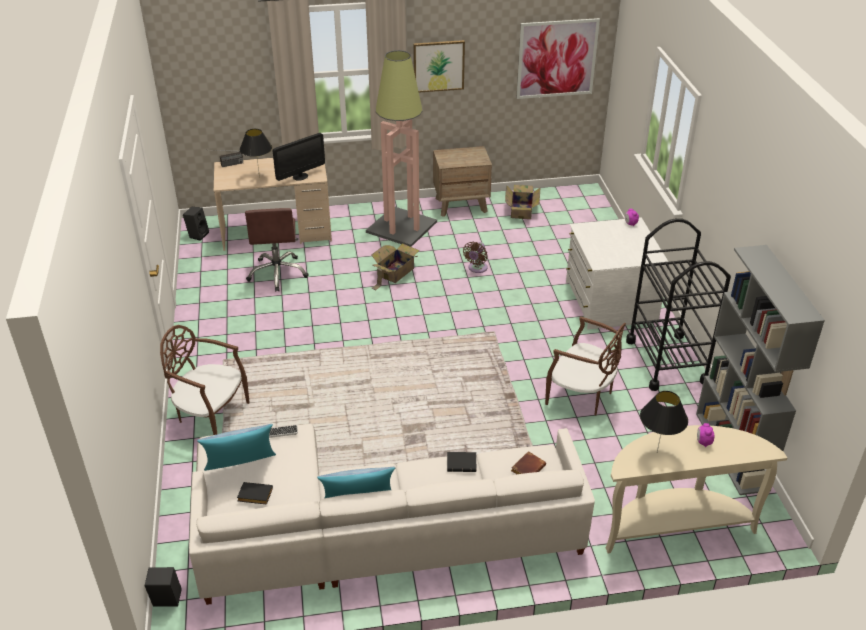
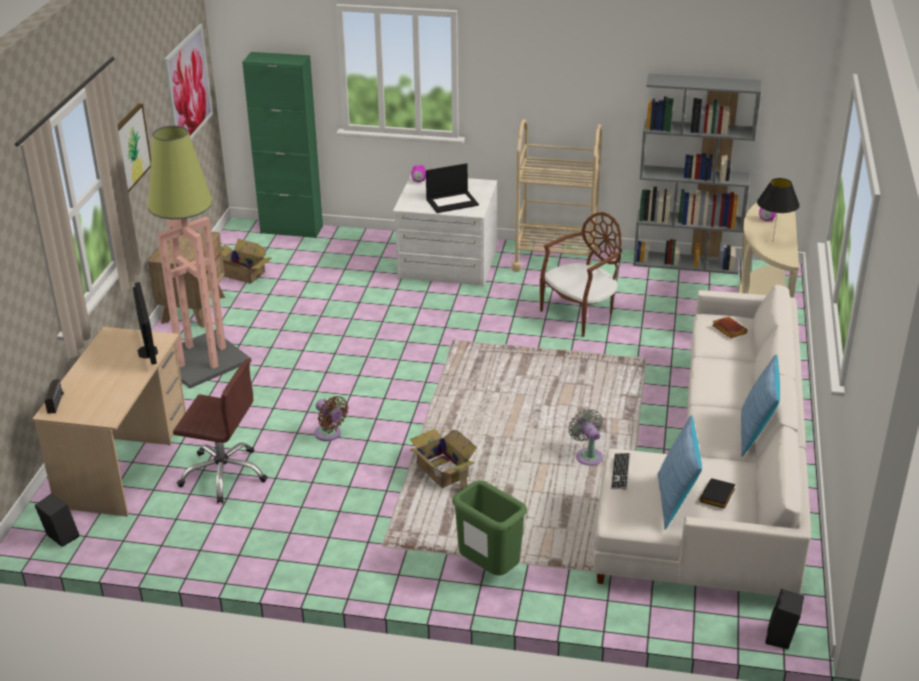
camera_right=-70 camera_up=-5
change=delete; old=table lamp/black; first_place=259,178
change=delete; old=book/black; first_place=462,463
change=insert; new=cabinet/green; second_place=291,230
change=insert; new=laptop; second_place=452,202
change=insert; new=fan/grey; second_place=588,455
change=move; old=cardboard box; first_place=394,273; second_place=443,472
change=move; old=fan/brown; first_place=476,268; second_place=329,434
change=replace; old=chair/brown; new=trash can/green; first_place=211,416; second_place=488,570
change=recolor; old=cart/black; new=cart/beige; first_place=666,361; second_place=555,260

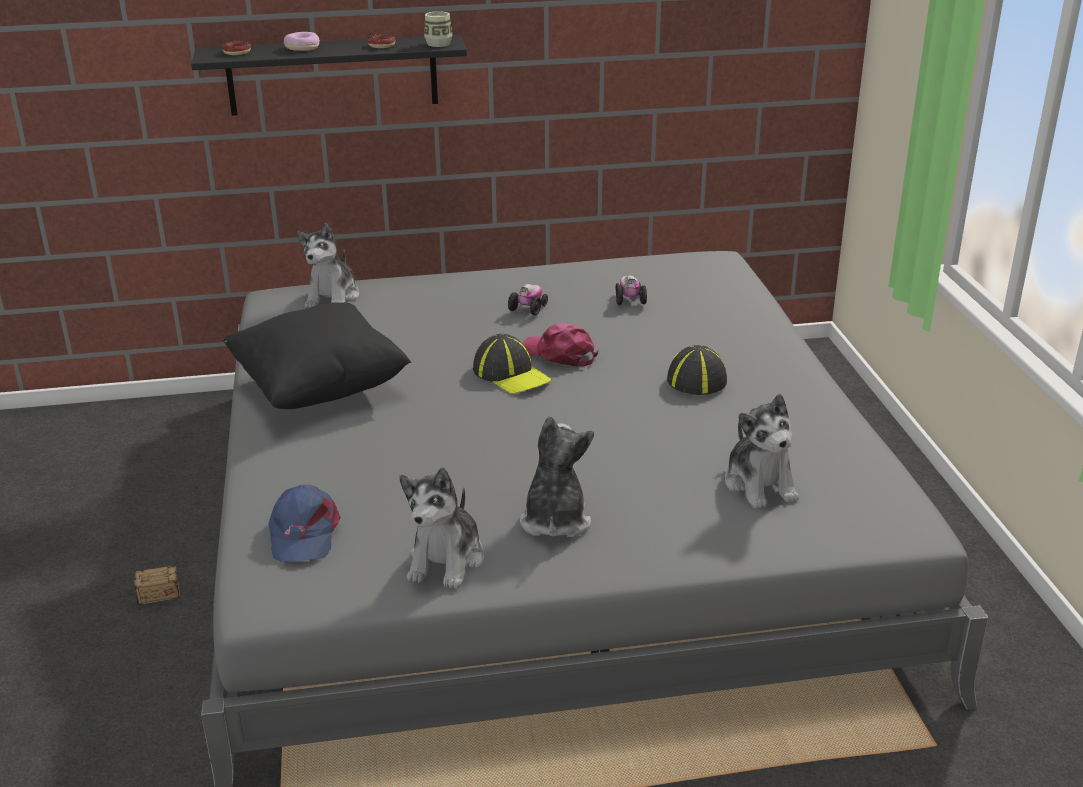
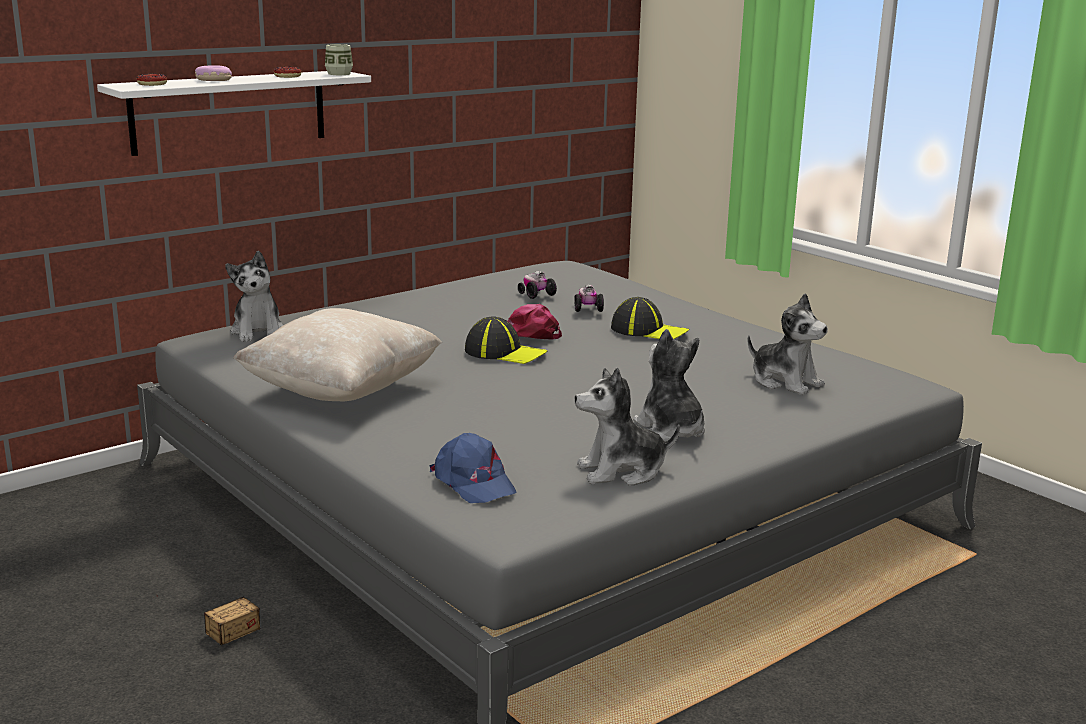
camera_right=-30 camera_up=-10
change=move; old=toy car; first_place=529,309; second_place=587,309
change=recolor; old=shelf/black; new=shelf/white; first_place=332,75; second_place=229,111
change=recolor; old=pillow/black; new=pillow/beige; first_place=320,389; second_place=342,391
change=rotate; old=plush toy; first_place=446,560; second_place=621,471; degrees=90
change=rotate; old=cap; first_place=696,374; second_place=648,331; degrees=135

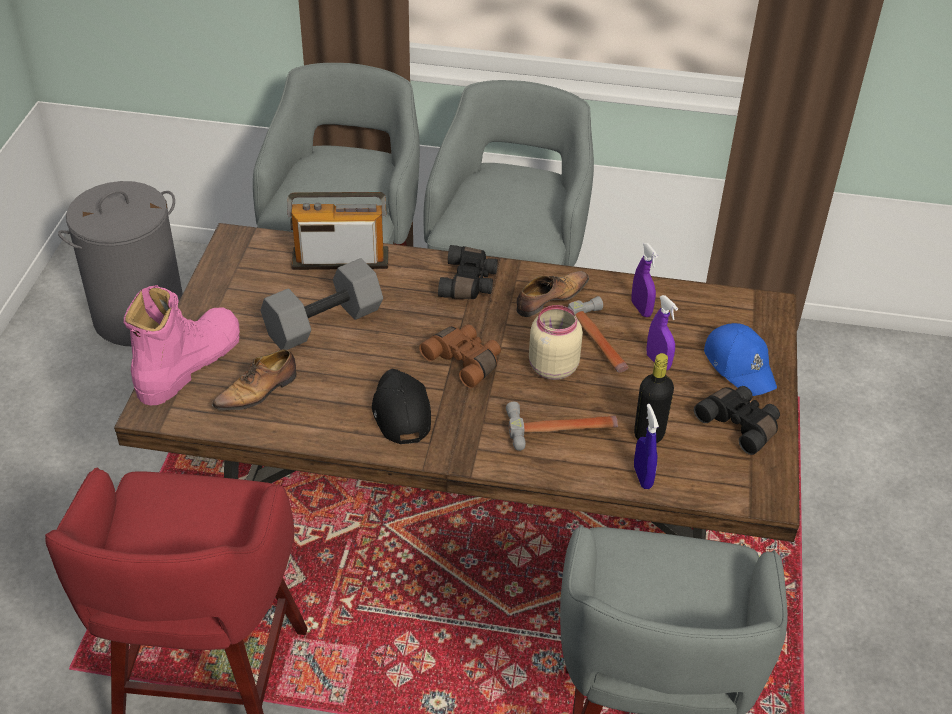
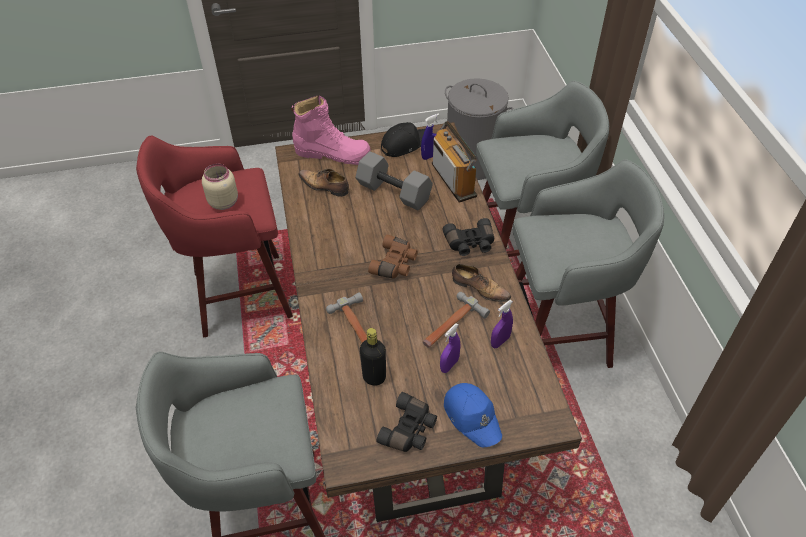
camera_right=70 camera_up=5
change=move; old=cap/black; first_place=400,411; second_place=404,144
change=move; old=jar/beige; first_place=551,367; second_place=223,201
change=move; old=spray bottle/blue; first_place=642,477; second_place=430,156
change=rotate; old=cap/blue; first_place=740,366; second_place=472,416; degrees=-75

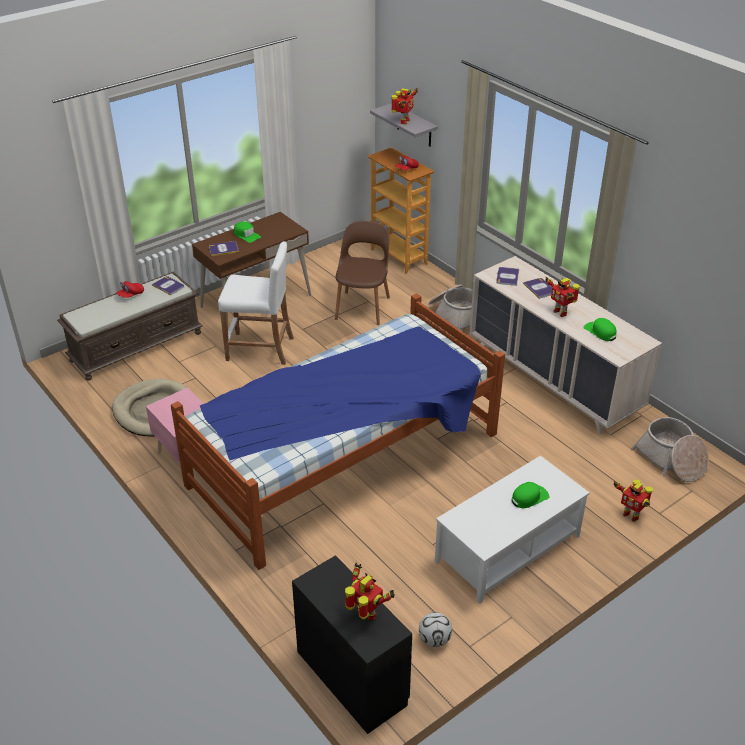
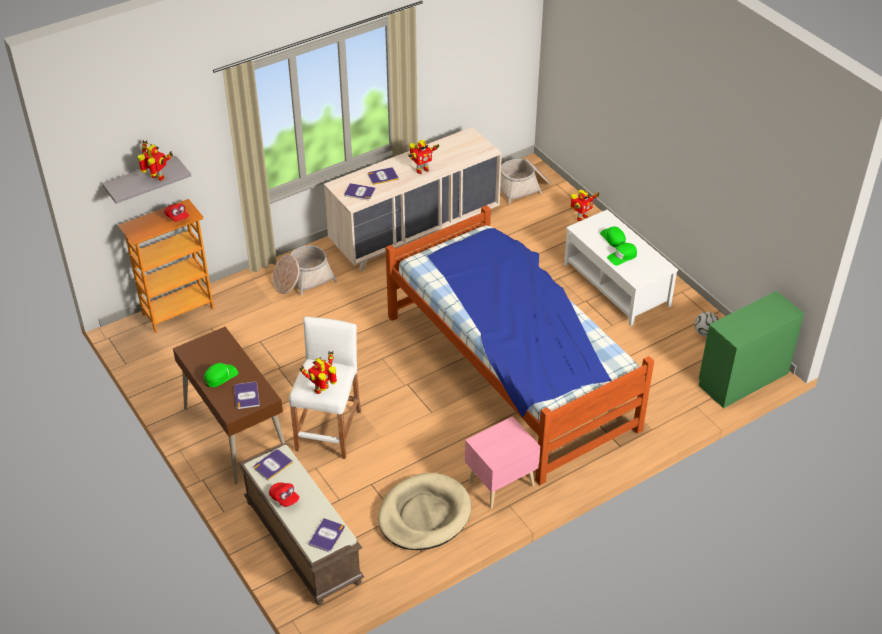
camera_right=-85 camera_up=5
change=delete; old=chair/brown; first_place=363,307
change=insert; new=book; second_place=327,535
change=move; old=toy robot; first_place=366,615; second_place=322,389
change=move; old=cap/green; first_place=600,332; second_place=622,256
change=recolor; old=dresser/black; new=dresser/green; first_place=352,676; second_place=742,378

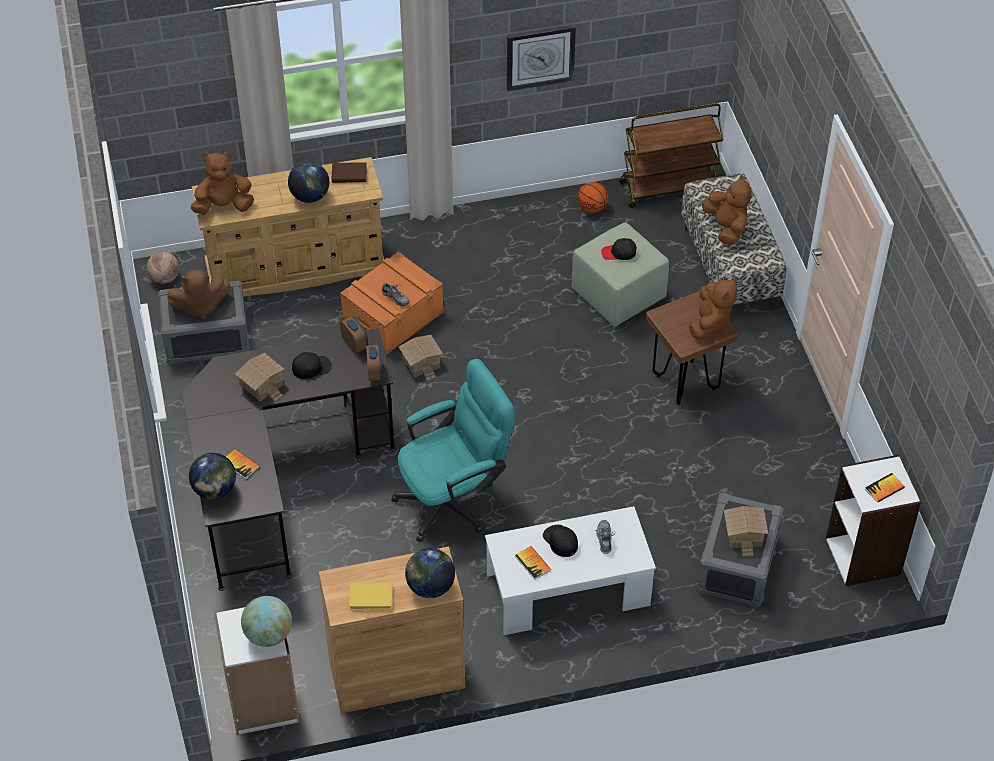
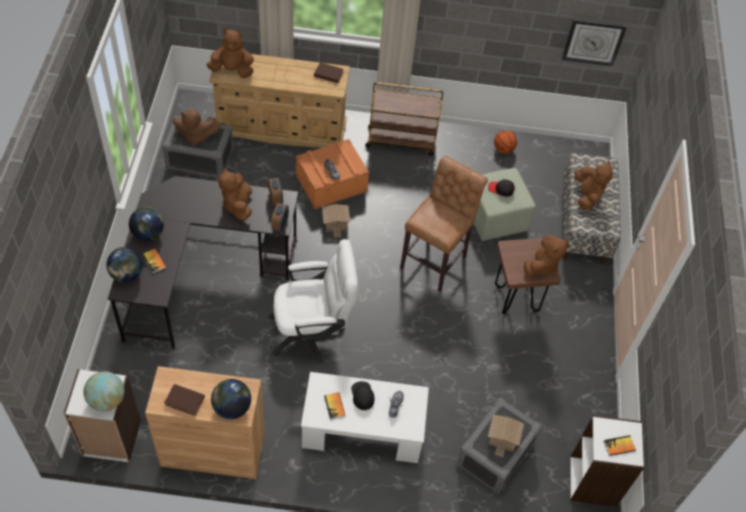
camera_right=15 camera_up=5
change=delete; old=basketball; first_place=165,278
change=delete; old=toy house; first_place=262,384
change=insert; new=stool/brown; second_place=435,260
change=move; old=globe; first_place=310,197; second_place=148,234
change=move; old=wall clock; first_place=540,57; second_place=593,41
change=move; old=cart/brown; first_place=669,187; second_place=401,141
change=replace; old=cap/black; new=plush toy/brown; first_place=311,367; second_place=238,205
change=recolor; old=book/yellow; new=book/brown; first_place=370,597; second_place=184,400
change=recolor; old=office chair/turquoise; new=office chair/white; first_place=454,500; second_place=313,332

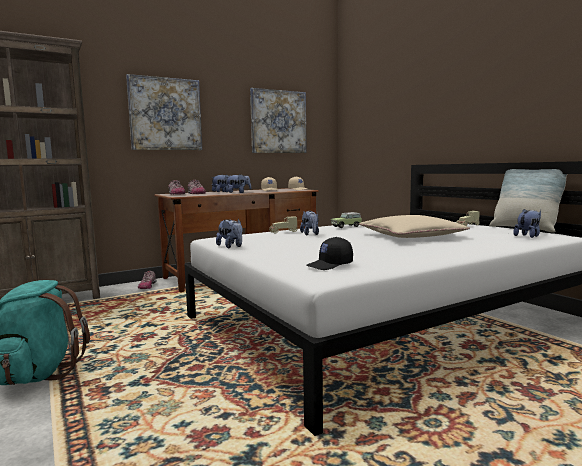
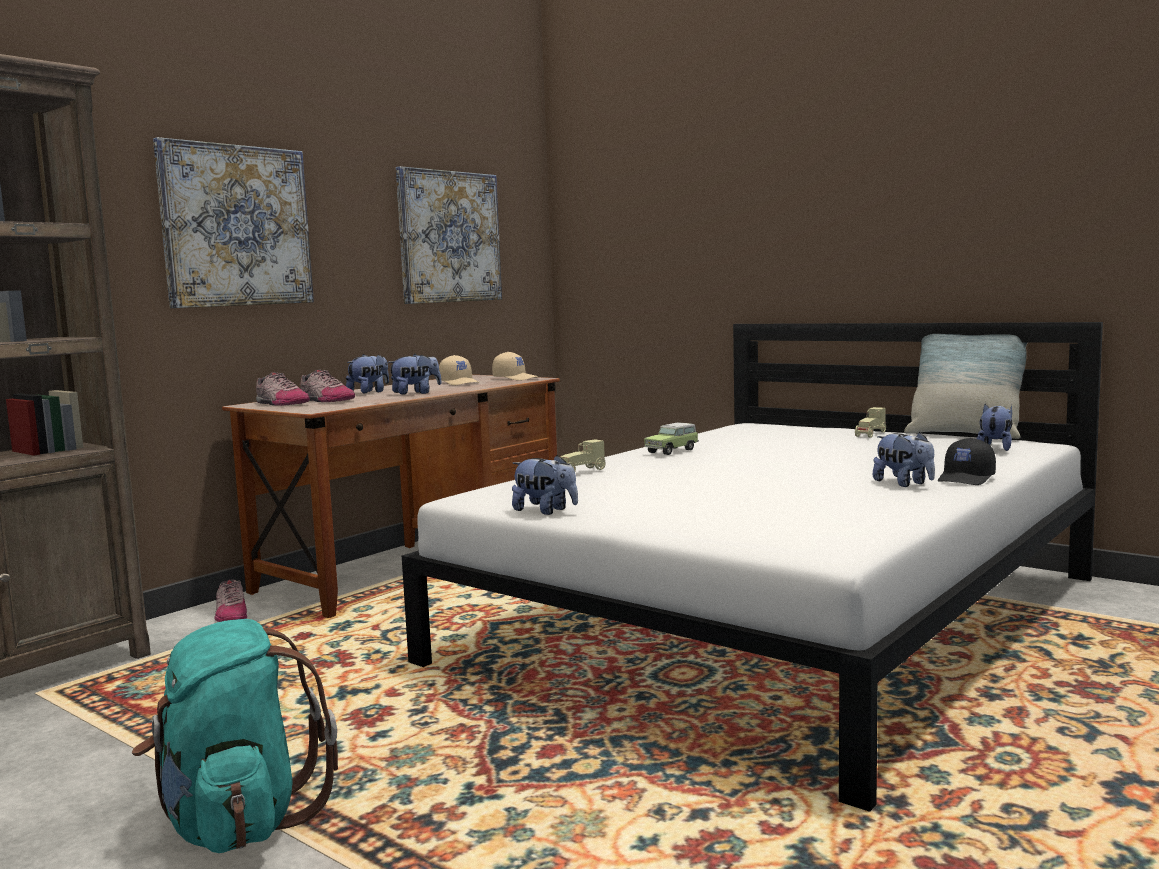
camera_right=-20 camera_up=0
change=delete; old=pillow/beige; first_place=411,236
change=move; old=plush toy; first_place=310,234; second_place=904,484
change=move; old=cap/black; first_place=330,265; second_place=967,479

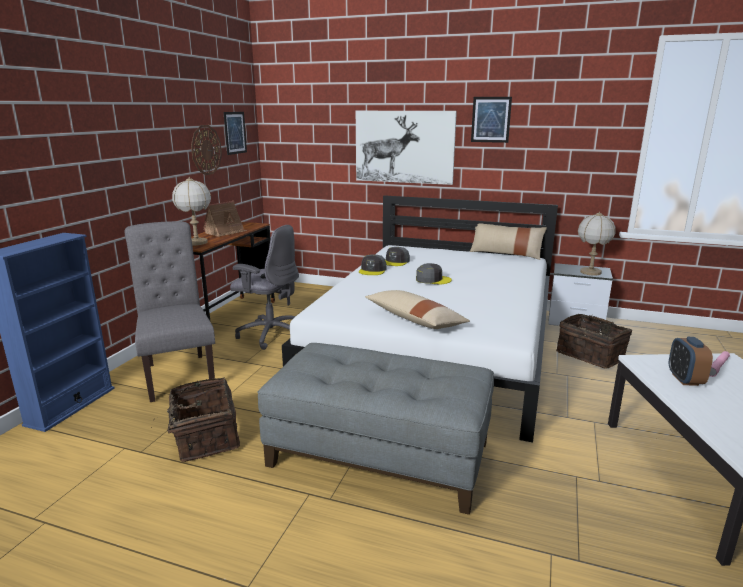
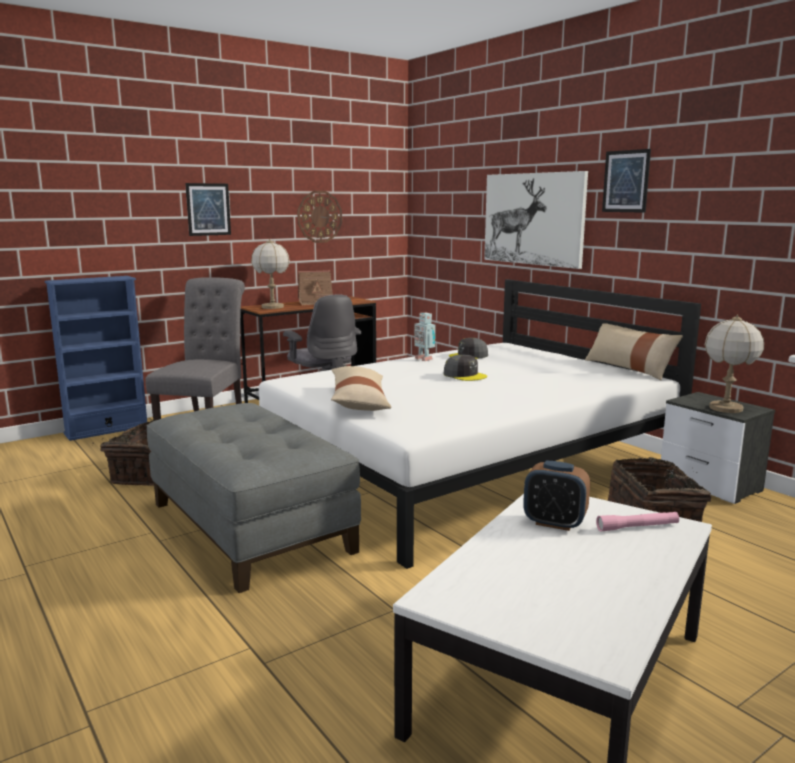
camera_right=35 camera_up=-5
change=move; old=picture; first_place=235,133; second_place=208,209
change=replace; old=cap/grey; new=toy robot; first_place=372,270; second_place=424,359
change=rotate; old=alarm clock; first_place=685,379; second_place=554,523; degrees=-105

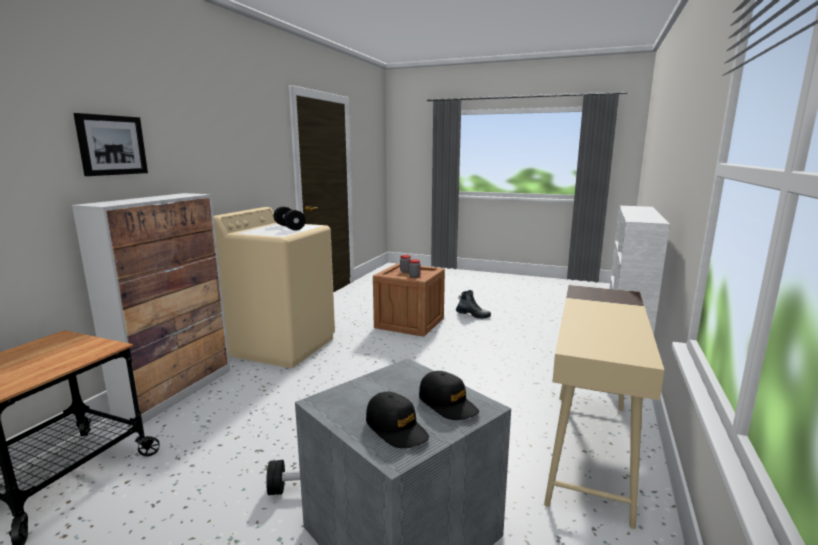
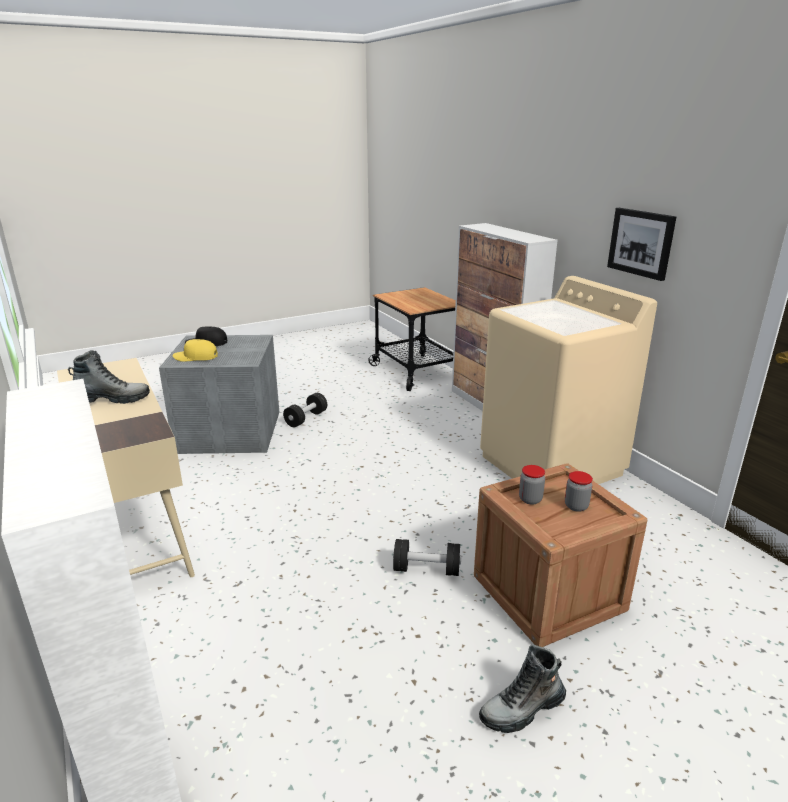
camera_right=130 camera_up=10
change=insert; new=boot; second_place=111,400
change=move; old=picture; first_place=111,145; second_place=641,243
change=move; old=dumbbell/black; first_place=289,227; second_place=426,569
change=recolor; old=cap/black; new=cap/yellow; first_place=448,404; second_place=196,357

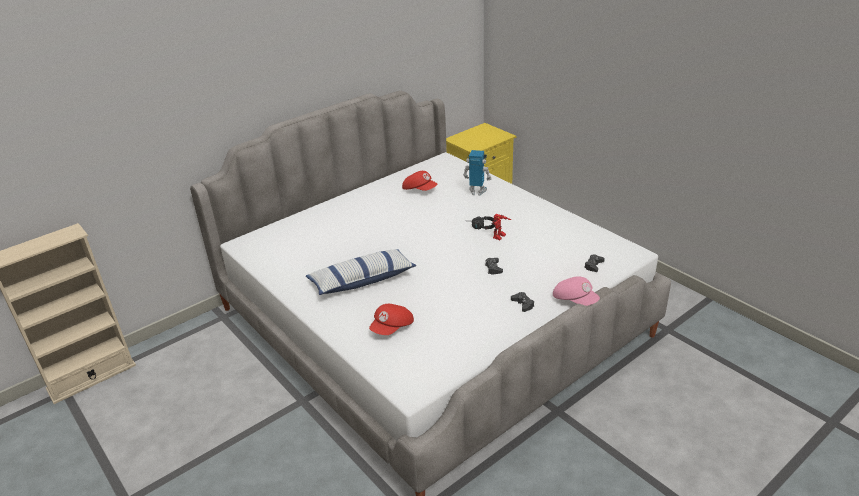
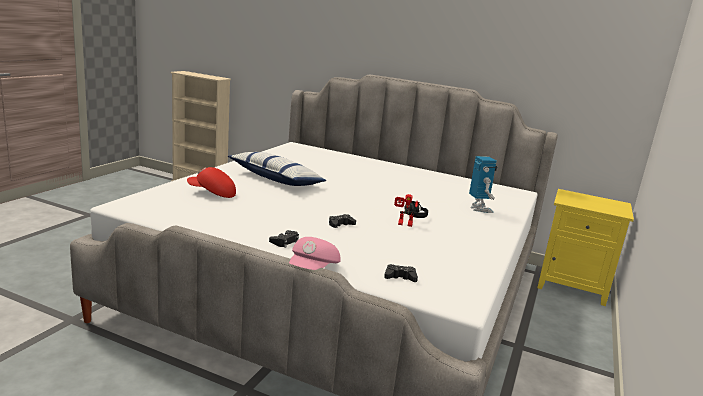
camera_right=60 camera_up=-15
change=delete; old=cap/red; first_place=420,189

